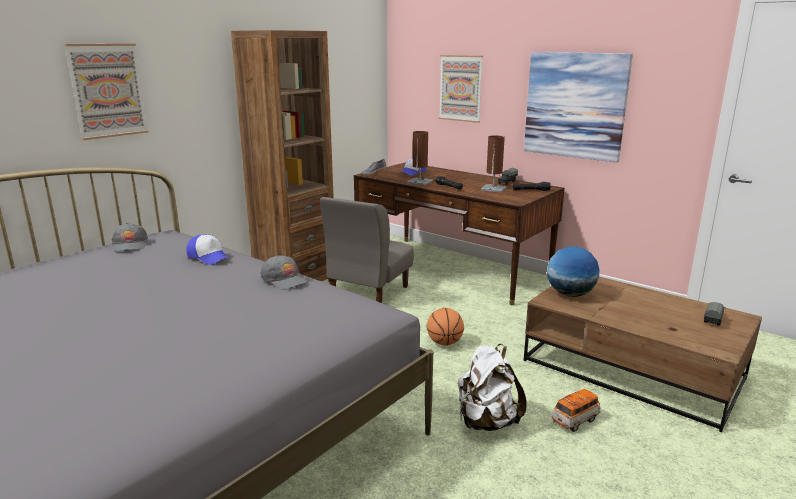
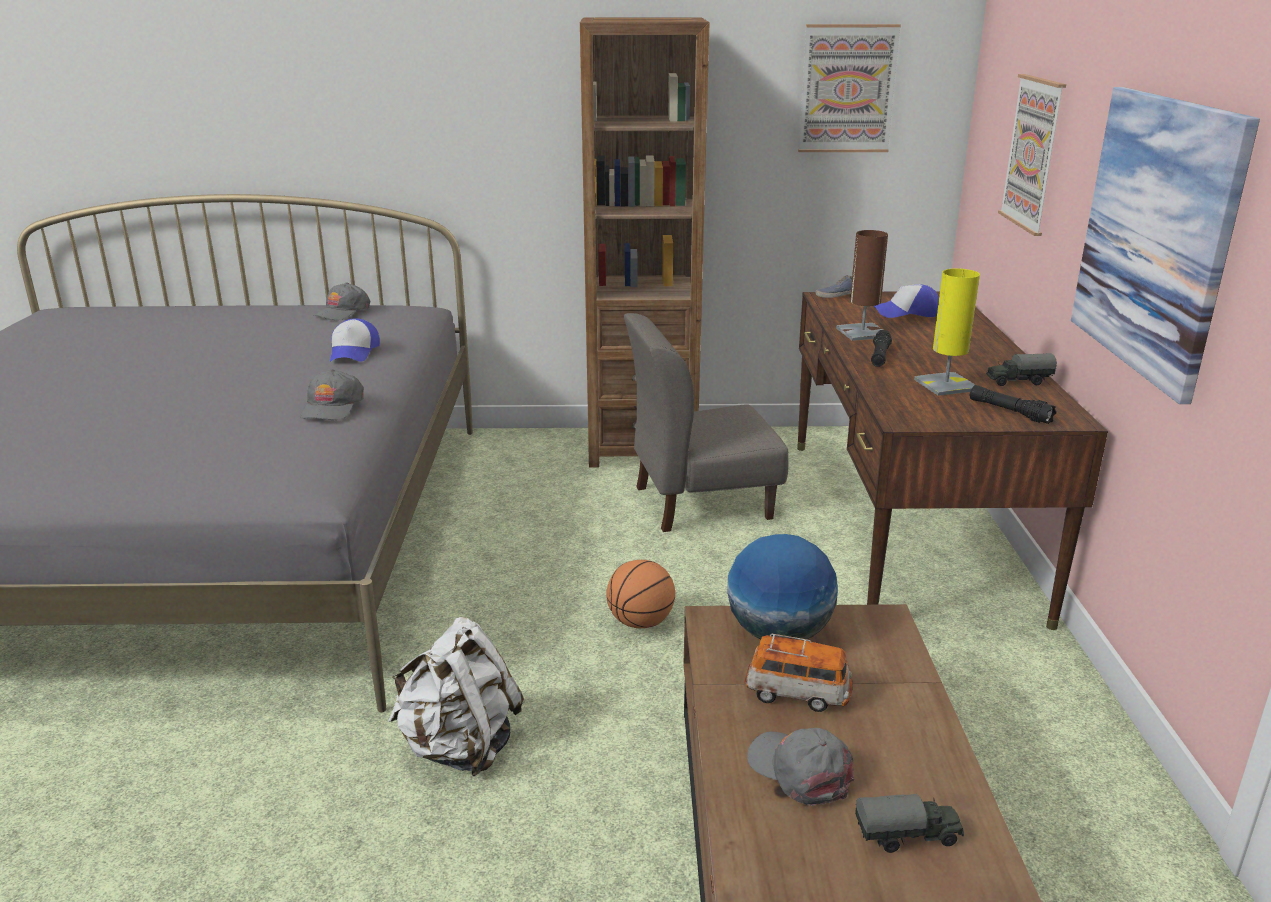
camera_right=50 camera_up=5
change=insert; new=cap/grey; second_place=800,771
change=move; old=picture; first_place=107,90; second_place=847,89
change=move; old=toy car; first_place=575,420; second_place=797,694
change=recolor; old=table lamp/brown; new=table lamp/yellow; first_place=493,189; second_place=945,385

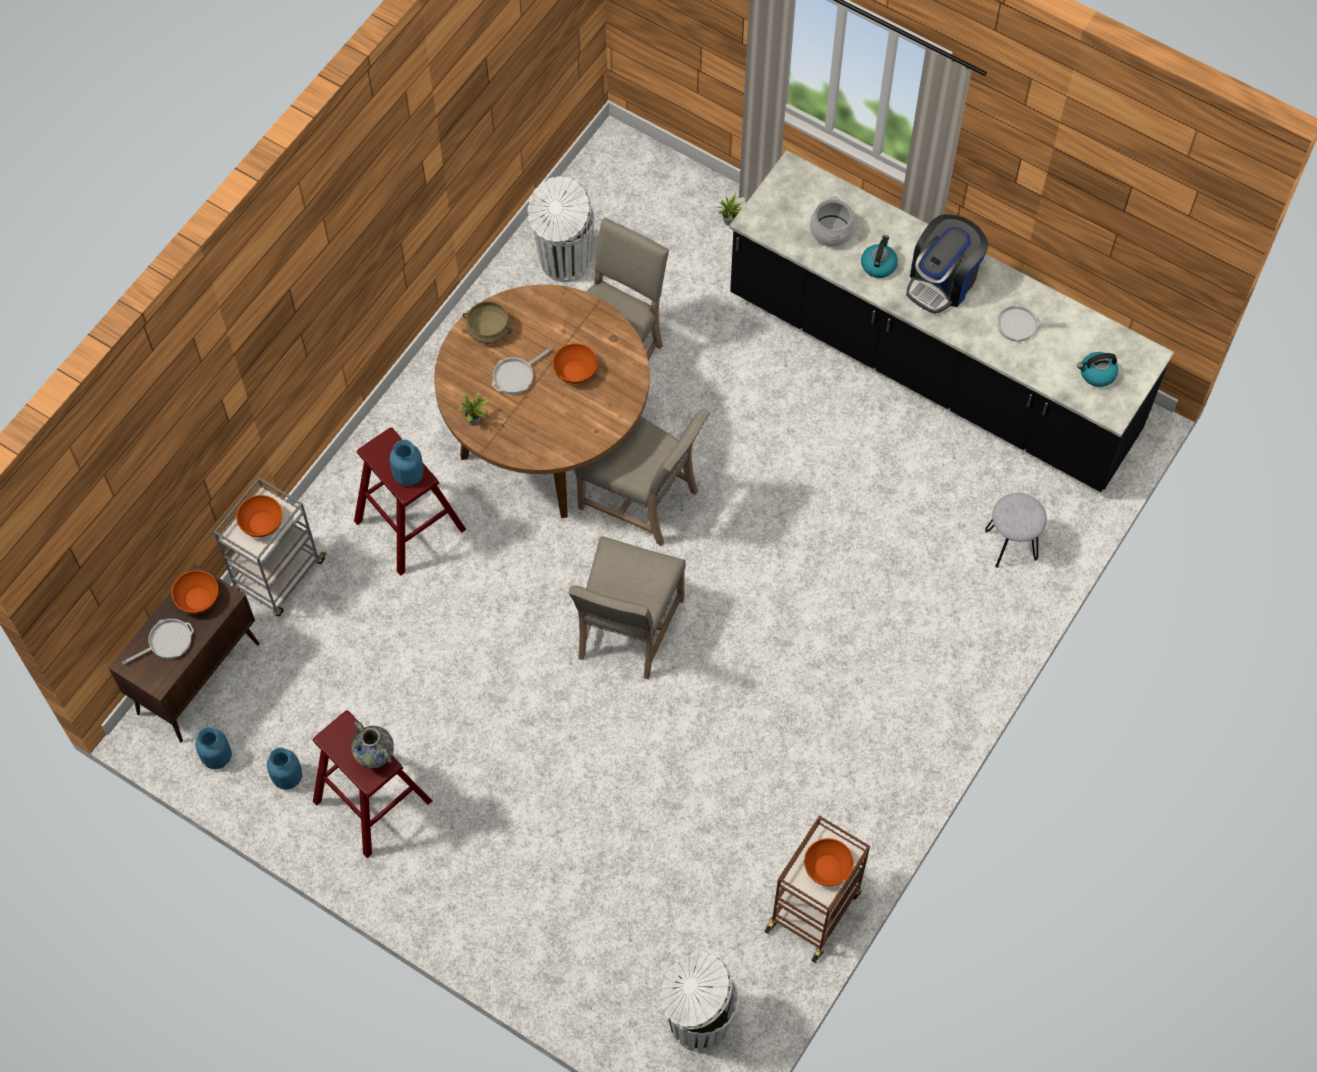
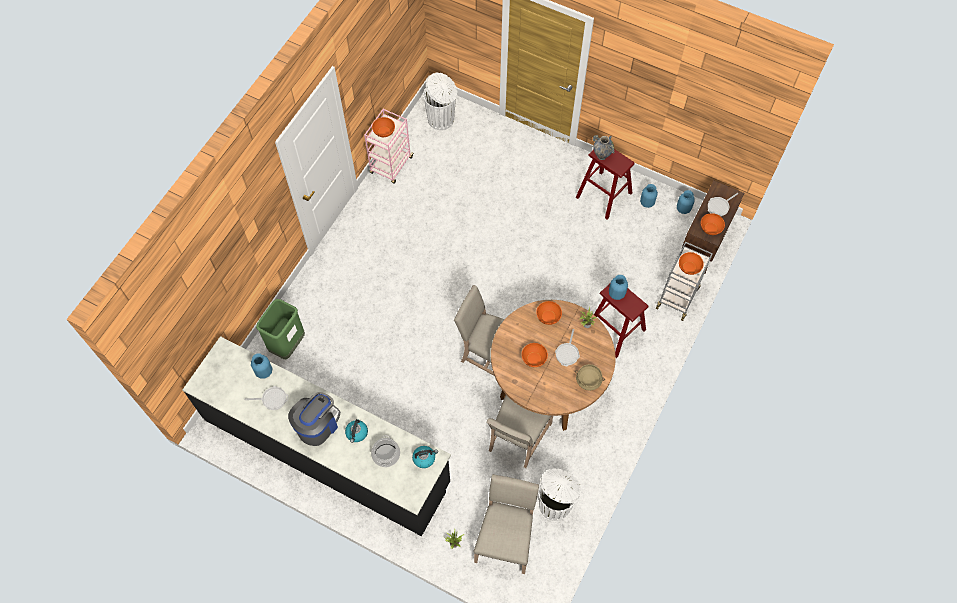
camera_right=175 camera_up=0
change=insert; new=vase/blue; second_place=264,371
change=insert; new=bowl/orange; second_place=548,317
change=move; old=chair/beige; first_place=627,630; second_place=505,538
change=move; old=kettle; first_place=1096,374; second_place=424,458
change=replace; old=stool/grey; new=trash can/green; first_place=1011,545; second_place=287,344
change=recolor; old=cart/brown; new=cart/pink; first_place=814,909; second_place=391,166
change=rotate; old=frying pan; first_place=516,376; second_place=567,353; degrees=150

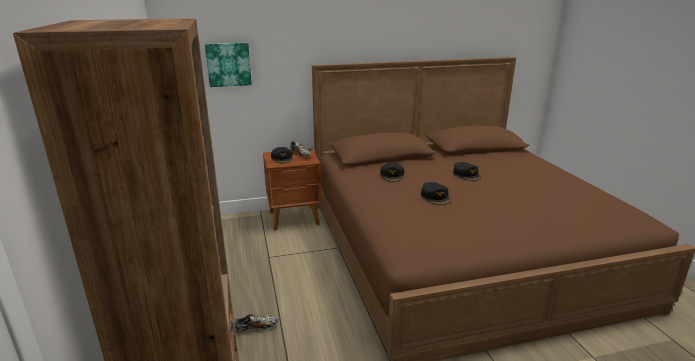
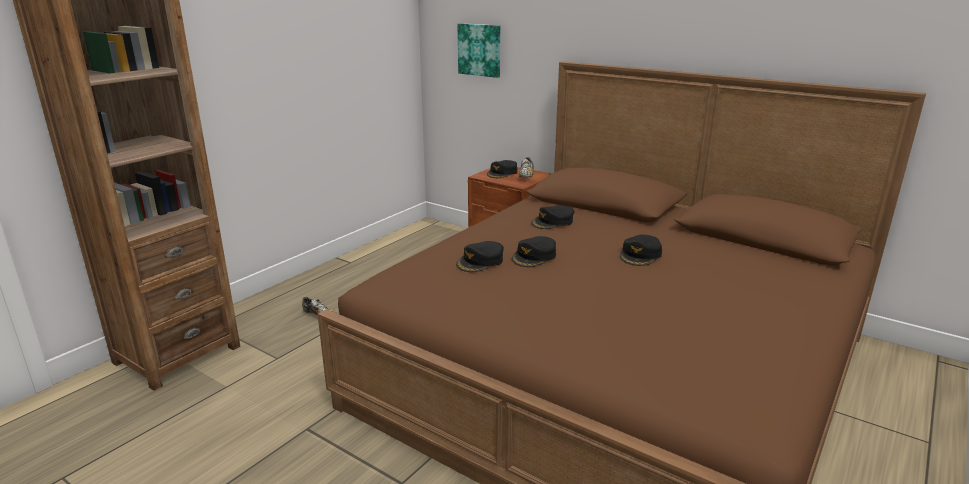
camera_right=50 camera_up=0
change=insert; new=cap/black; second_place=480,262

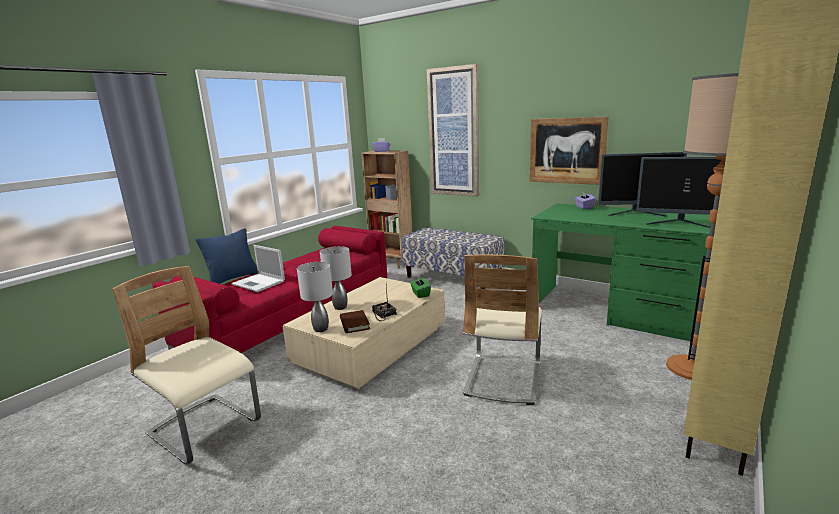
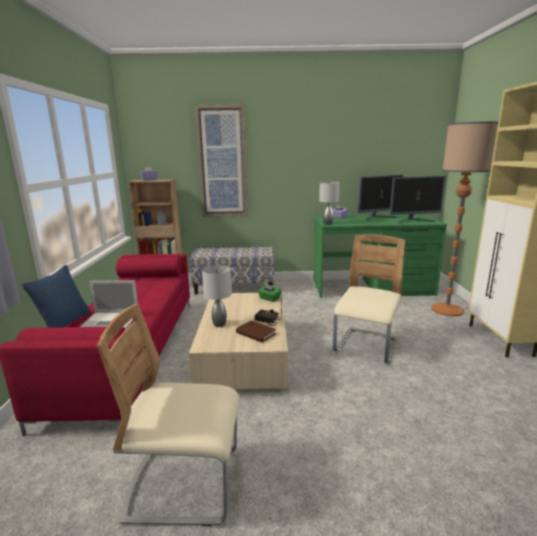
camera_right=-35 camera_up=0
change=delete; old=picture; first_place=566,151
change=move; old=table lamp/grey; first_place=321,329; second_place=328,223
change=rotate; old=chair/beige; first_place=503,378; second_place=366,347; degrees=-135

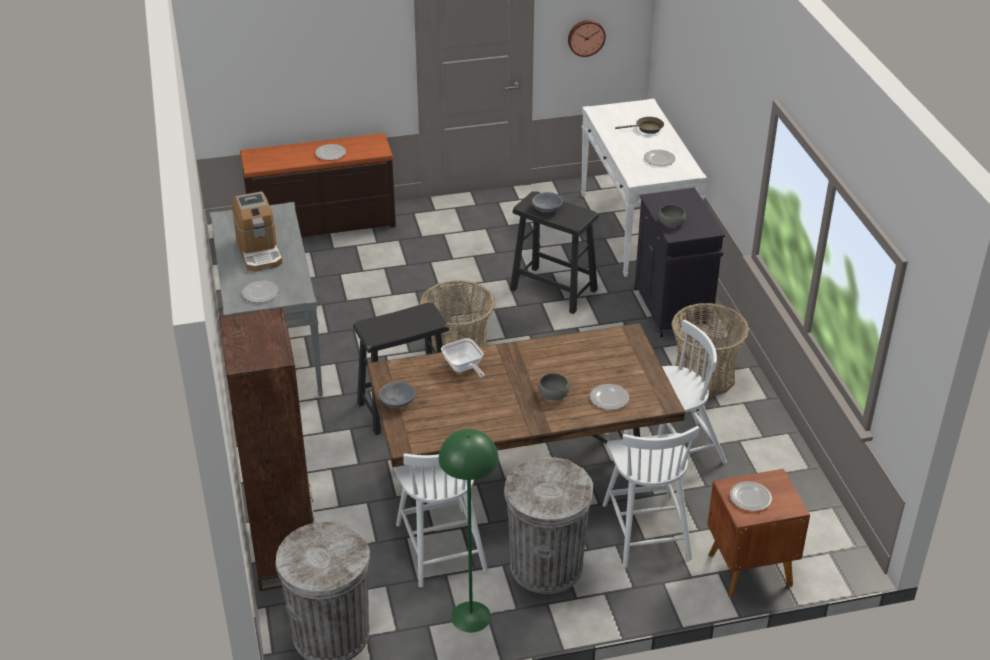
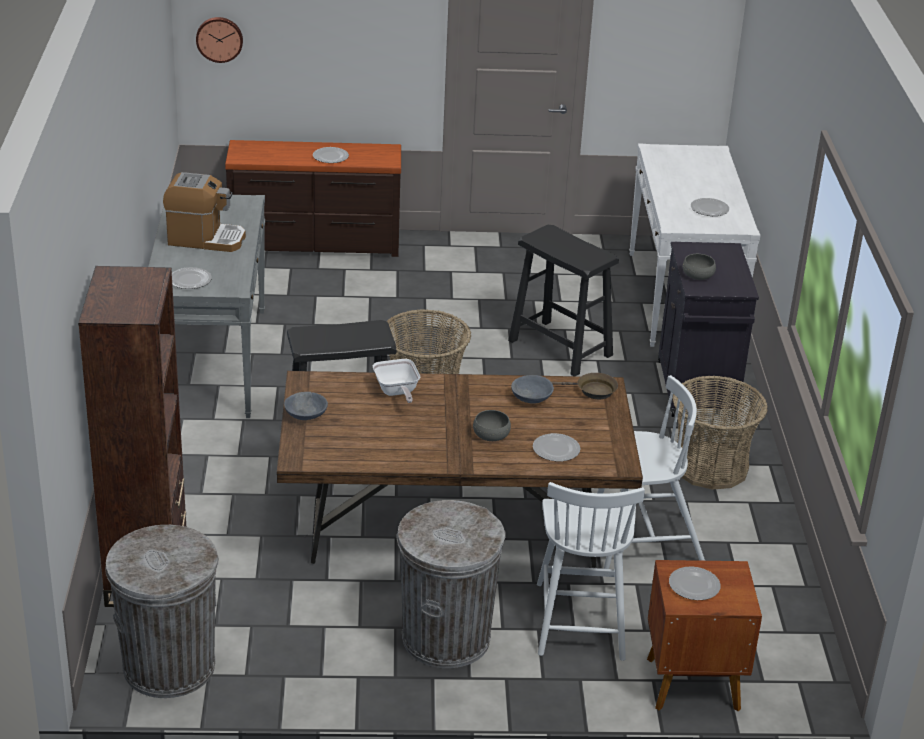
camera_right=10 camera_up=-5
change=delete; old=chair/white; first_place=440,546
change=delete; old=floor lamp/green; first_place=471,616
change=move; old=bowl/grey; first_place=547,209; second_place=532,398
change=move; old=wall clock; first_place=586,37; second_place=219,39
change=move; old=frying pan/brown; first_place=646,129; second_place=592,390
change=rotate; old=coffee machine; first_place=259,251; second_place=205,239; degrees=-75

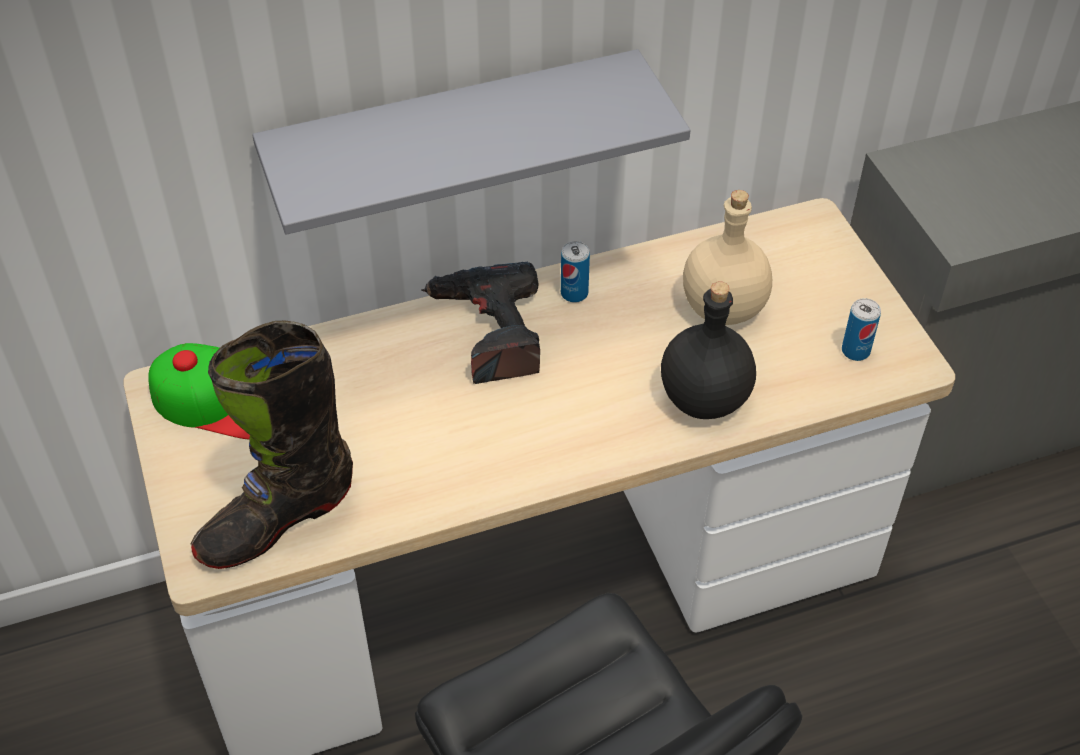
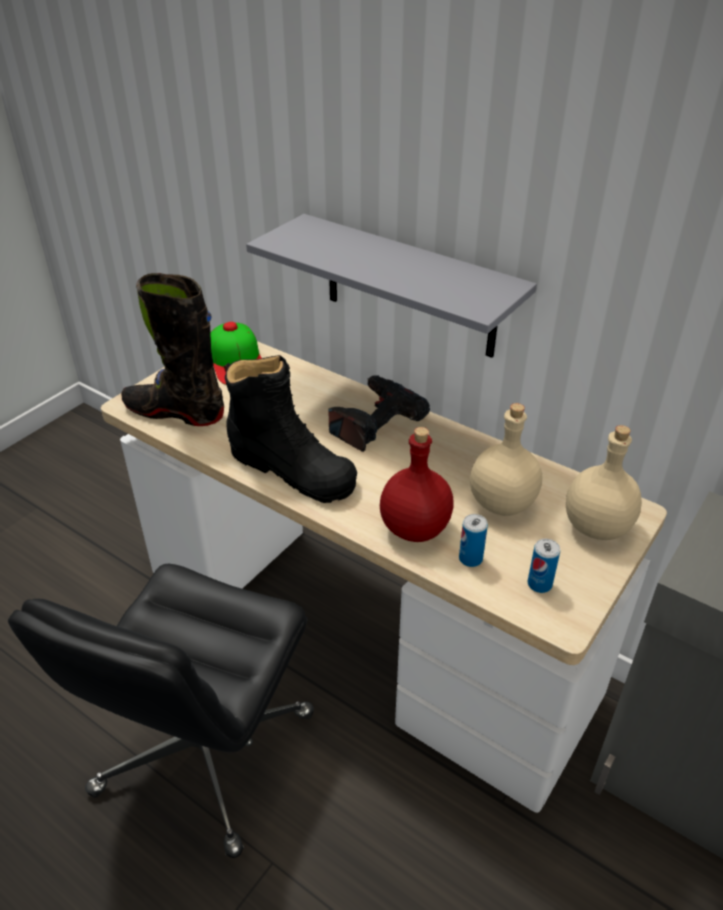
camera_right=55 camera_up=-10
change=insert; new=boot/black; second_place=292,469
change=insert; new=bottle/beige; second_place=597,527
change=move; old=can; first_place=574,293; second_place=470,559
change=recolor; old=bottle/black; new=bottle/red; first_place=706,399; second_place=416,529

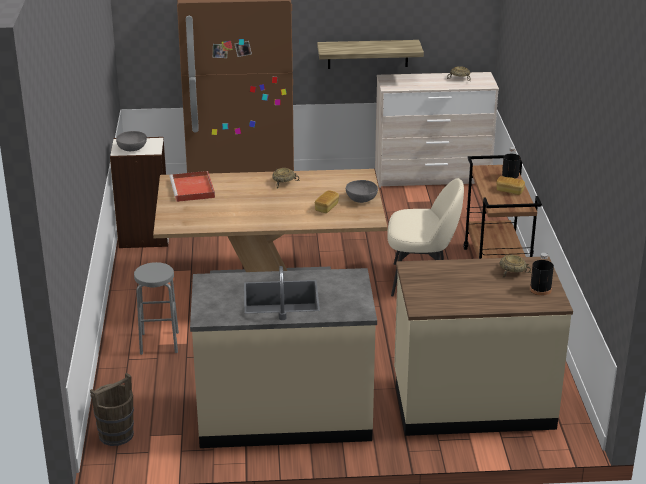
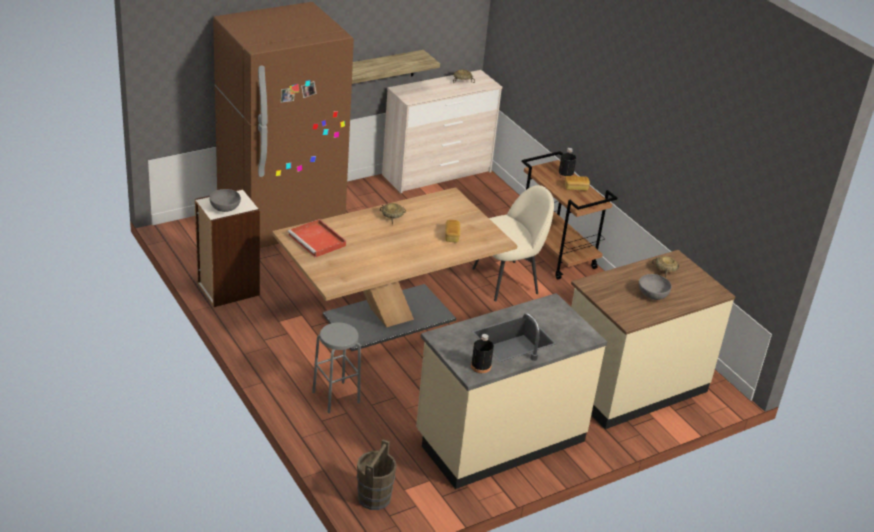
camera_right=-30 camera_up=5
change=move; old=bowl/grey; first_place=361,199; second_place=652,294
change=move; old=bottle/black; first_place=540,289; second_place=480,366

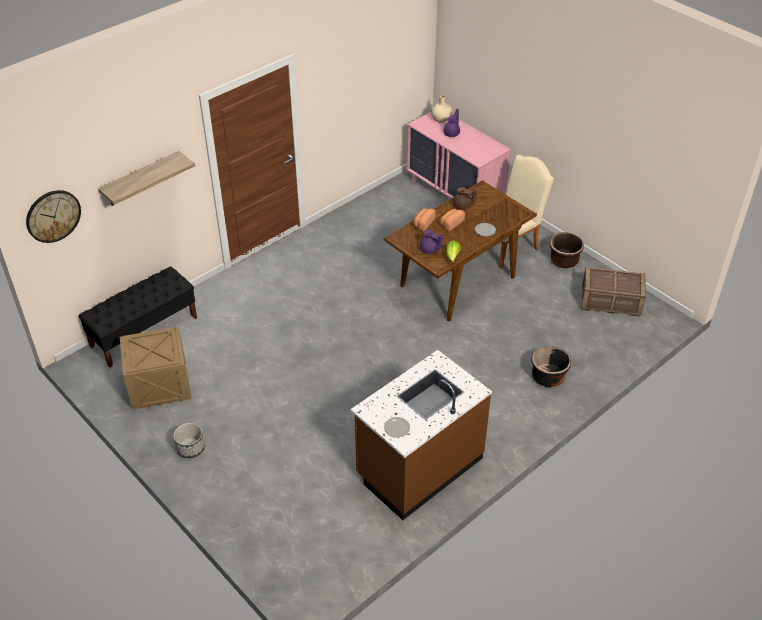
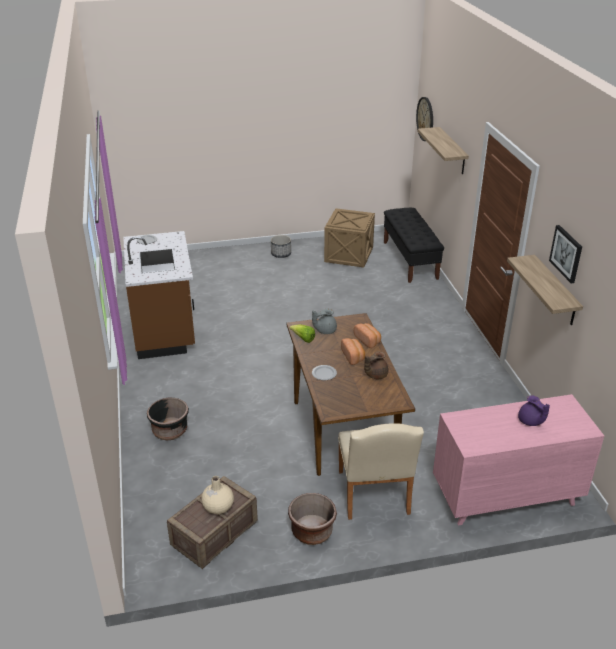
camera_right=120 camera_up=-10
change=insert; new=shelf; second_place=555,291
change=insert; new=picture; second_place=566,253
change=move; old=vase/beige; first_place=441,119; second_place=218,507
change=recolor; old=teapot/purple; new=teapot/grey; first_place=430,250; second_place=325,330

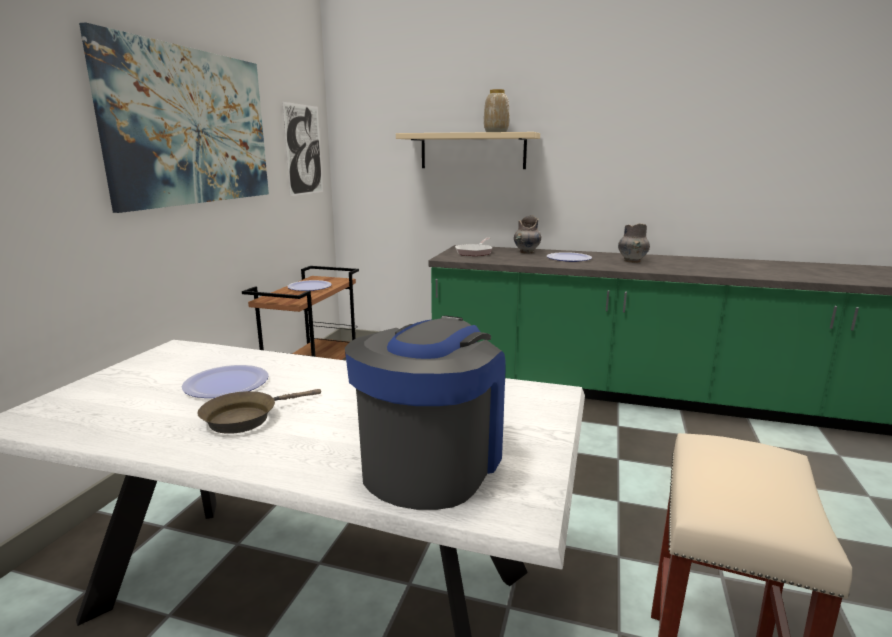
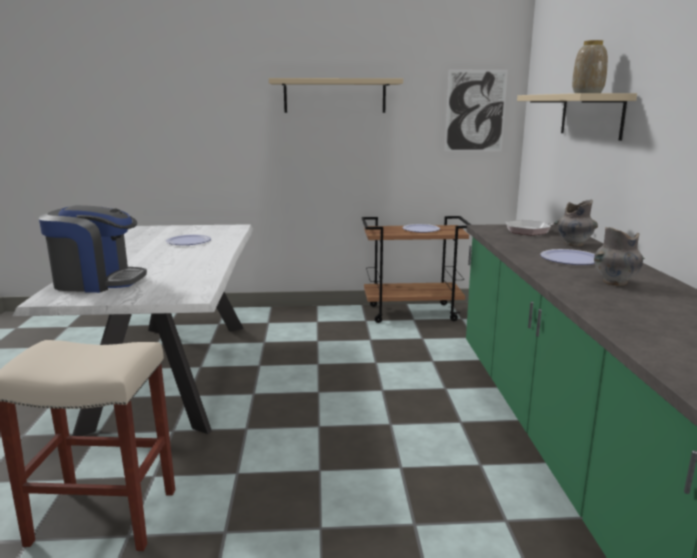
camera_right=70 camera_up=0
change=delete; old=frying pan/brown; first_place=245,418
change=replace; old=picture; new=shelf/beige; first_place=192,127; second_place=335,96

